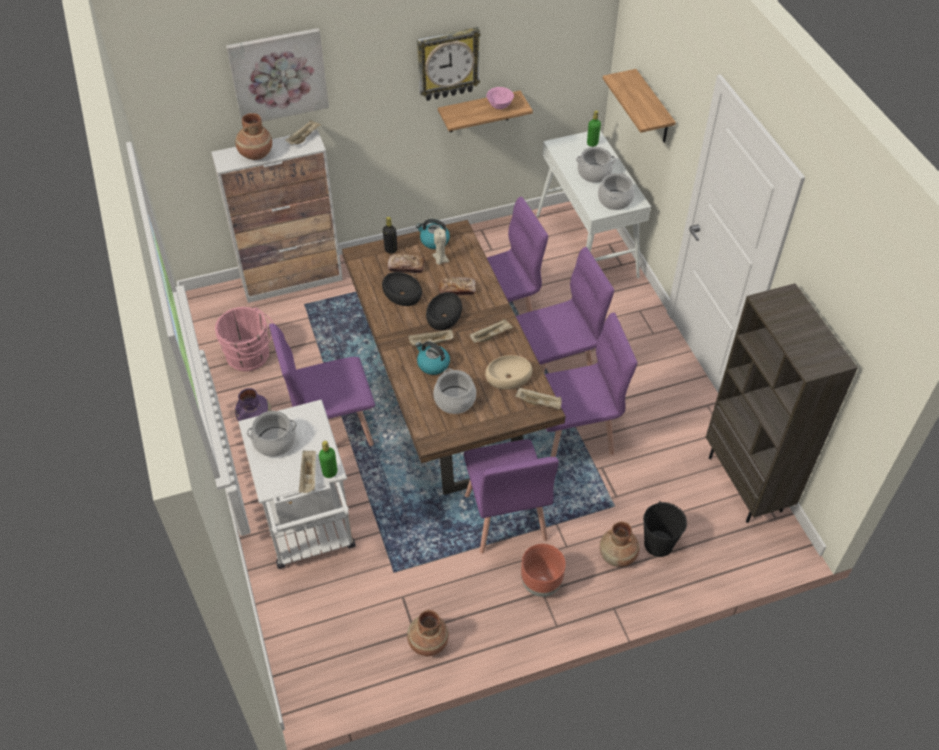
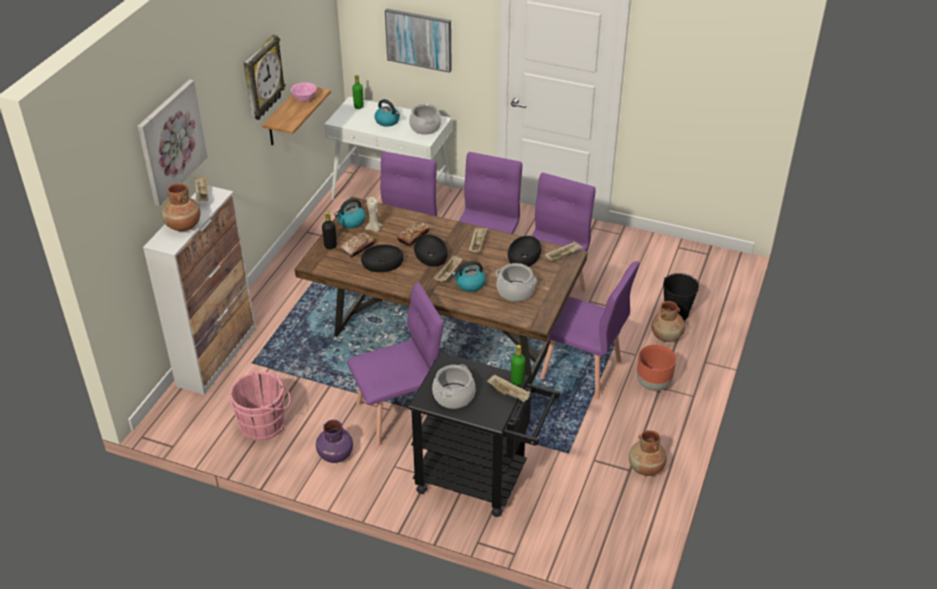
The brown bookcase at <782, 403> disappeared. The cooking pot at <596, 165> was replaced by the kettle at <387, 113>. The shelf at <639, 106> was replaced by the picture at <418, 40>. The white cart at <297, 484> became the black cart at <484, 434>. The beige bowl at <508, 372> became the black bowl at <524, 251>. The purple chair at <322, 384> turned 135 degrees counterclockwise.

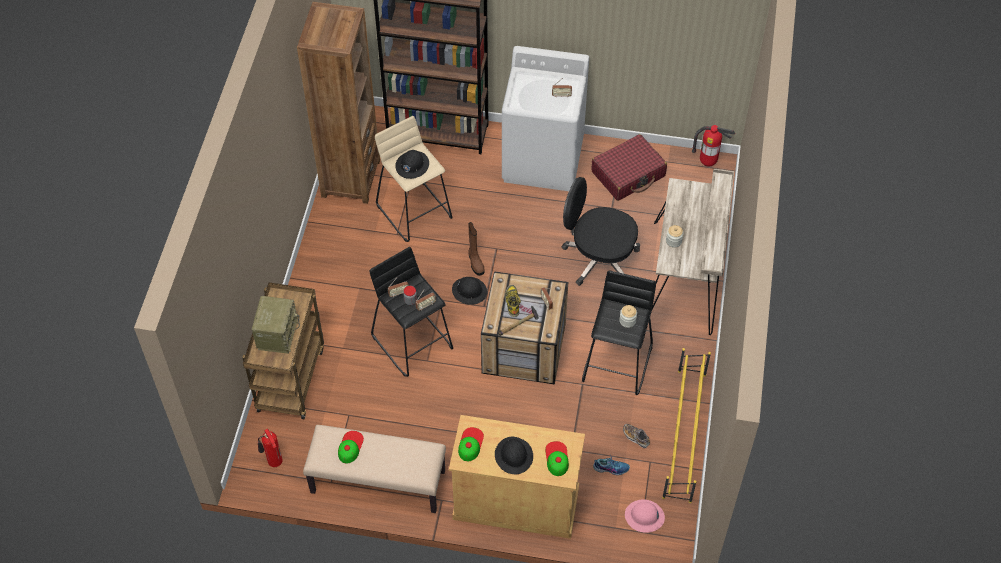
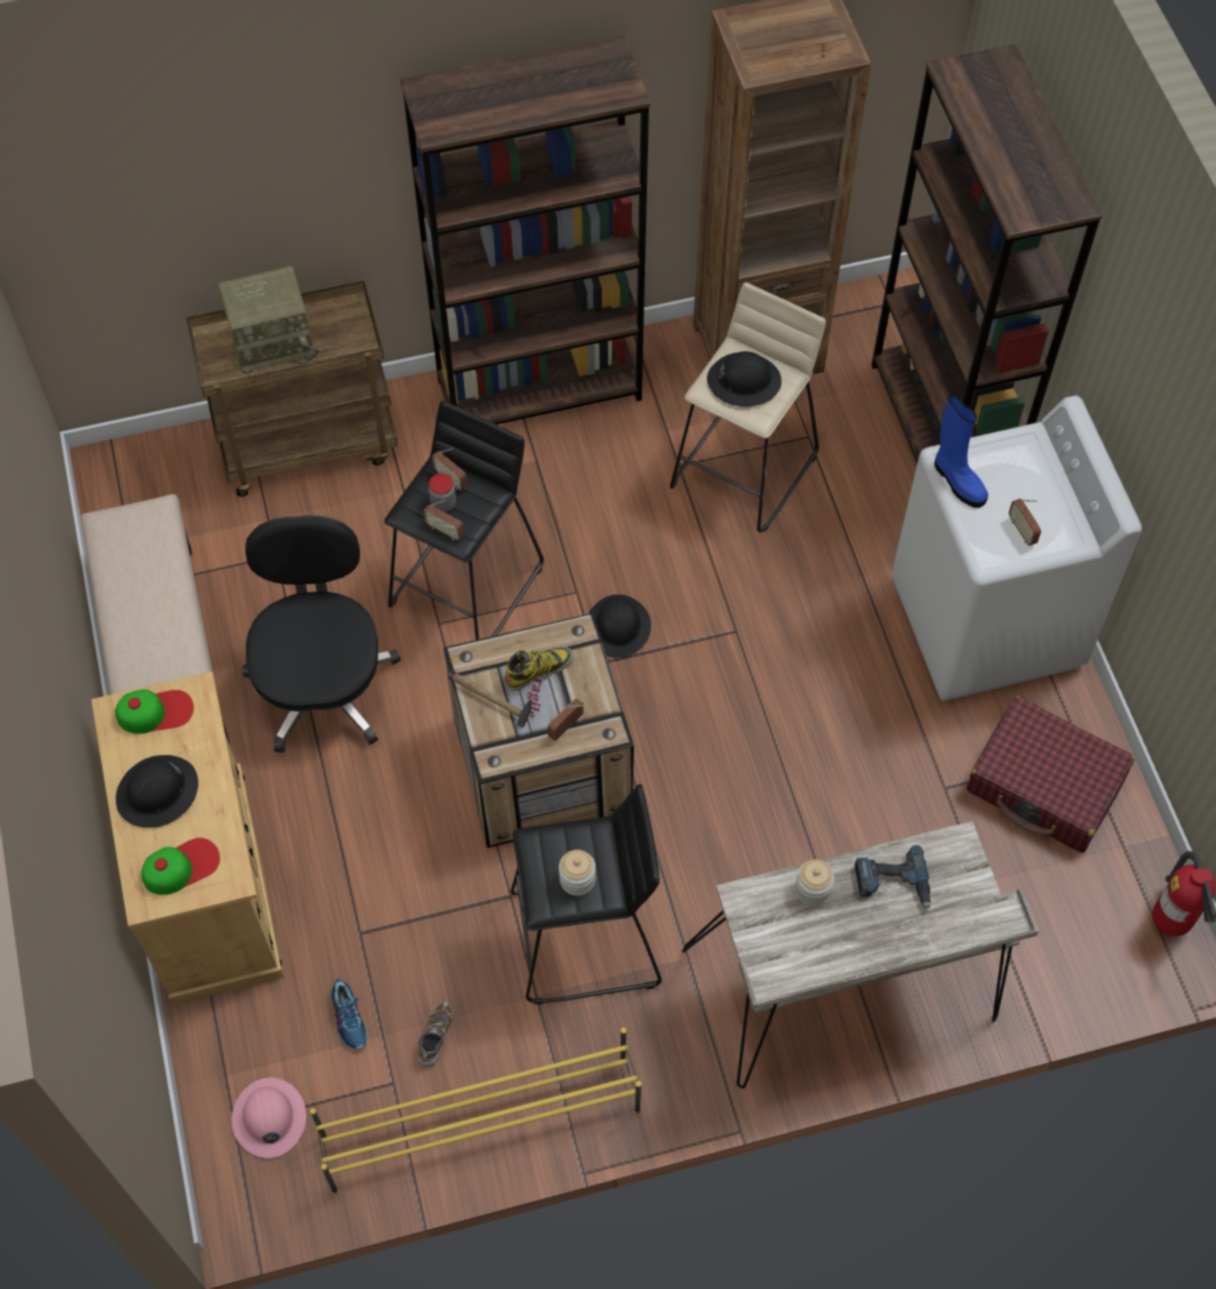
The fire extinguisher at <270, 448> disappeared. The cap at <351, 447> disappeared. The brown boot at <476, 249> disappeared. The brown bookcase at <525, 230> appeared. The power drill at <893, 877> appeared. The blue boot at <961, 451> appeared. The black office chair moved from <601, 231> to <322, 634>.

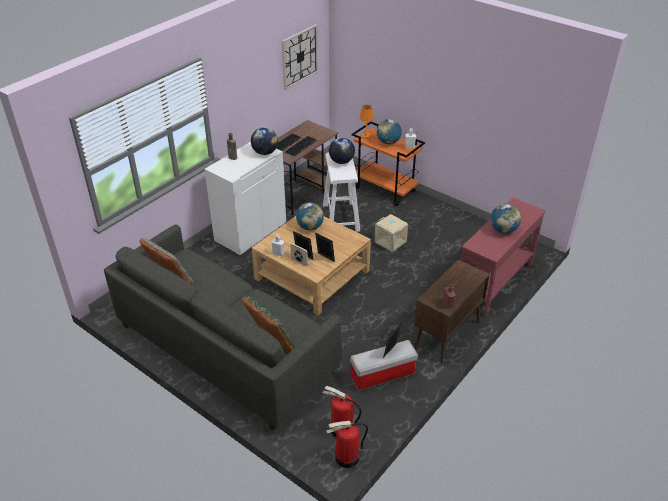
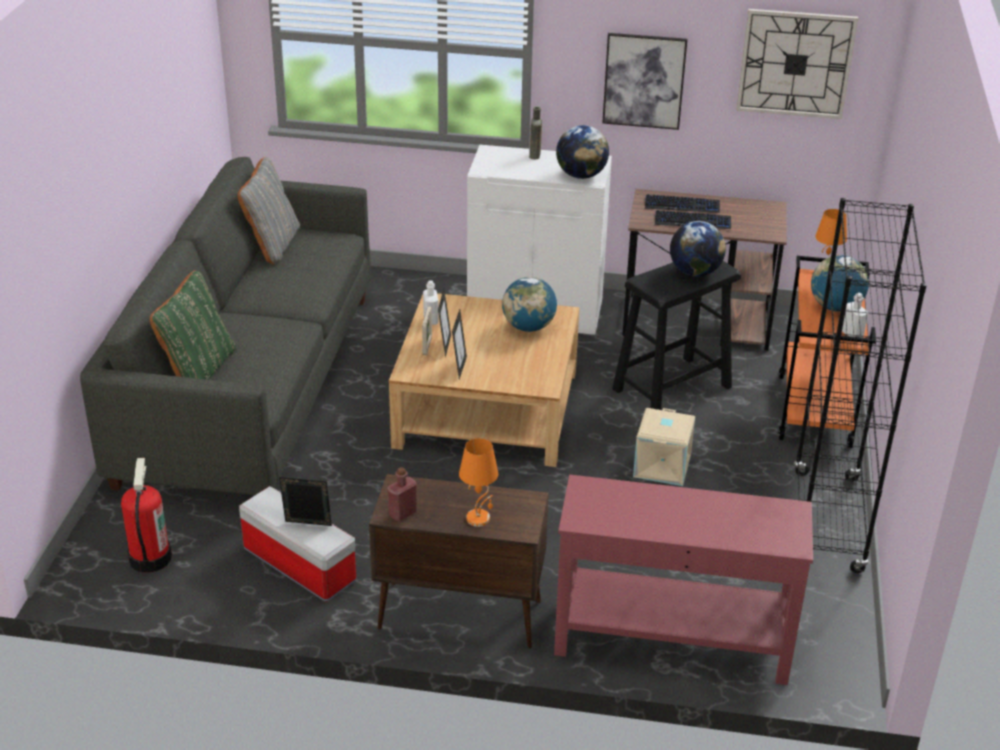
The fire extinguisher at <347, 444> disappeared. The globe at <506, 218> disappeared. The orange table lamp at <478, 482> appeared. The picture at <645, 81> appeared. The black bookcase at <860, 385> appeared. The white stool at <341, 192> became the black stool at <676, 335>.

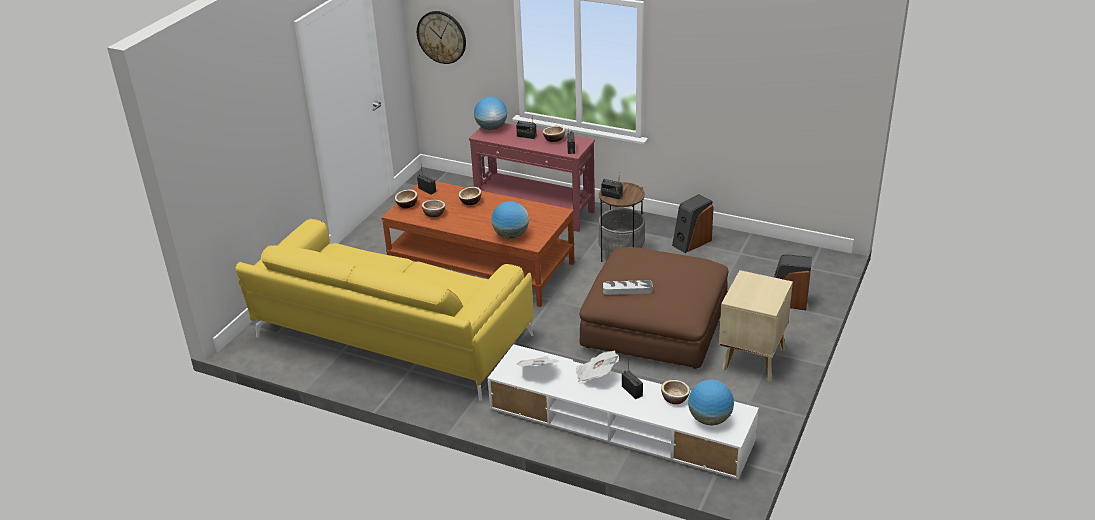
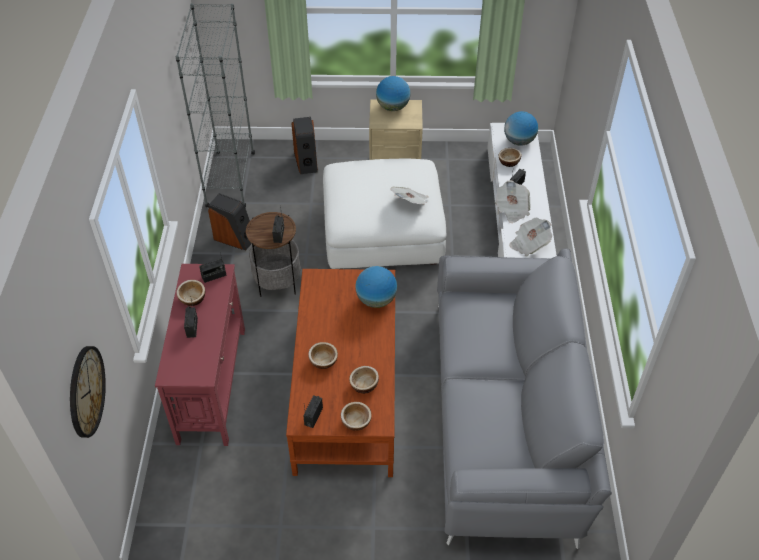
The grey bookcase at <215, 105> appeared. The globe moved from <490, 113> to <393, 93>. The grey tray at <628, 287> was replaced by the newspaper at <409, 195>. The yellow sofa at <384, 310> became the grey sofa at <524, 399>. The brown ottoman at <654, 308> became the white ottoman at <384, 214>.

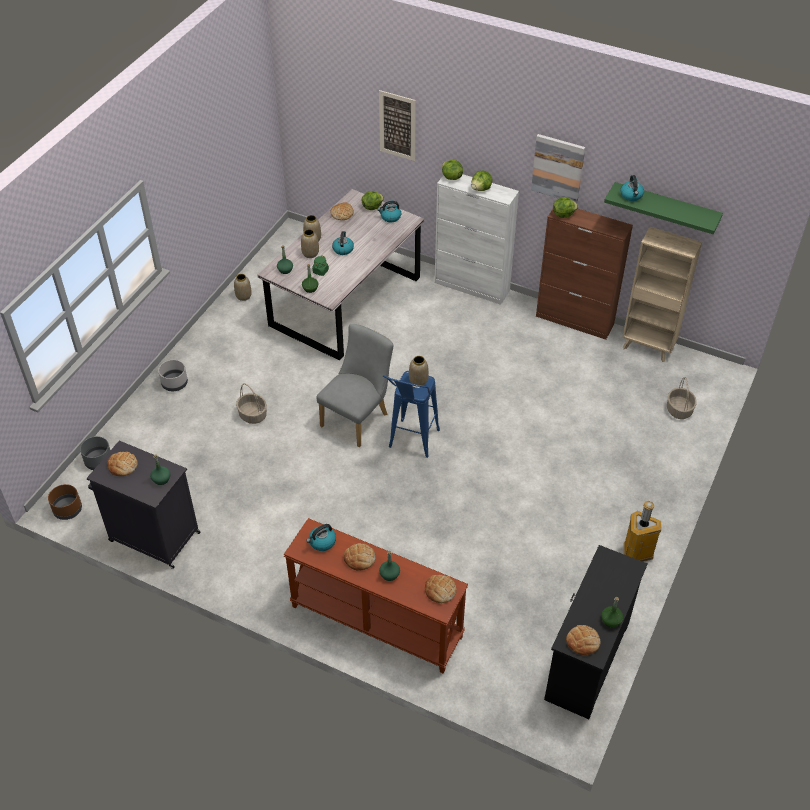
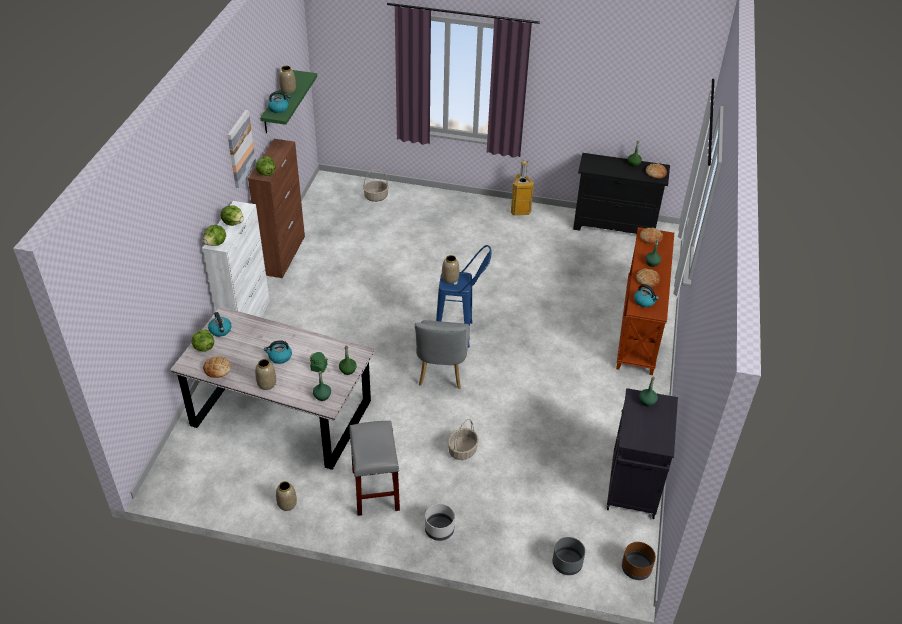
The bread at <122, 464> disappeared. The picture at <397, 125> disappeared. The beige bookcase at <662, 294> disappeared. The grey stool at <374, 468> appeared. The vase moved from <310, 243> to <287, 80>. The grey chair at <354, 385> turned 105 degrees counterclockwise.

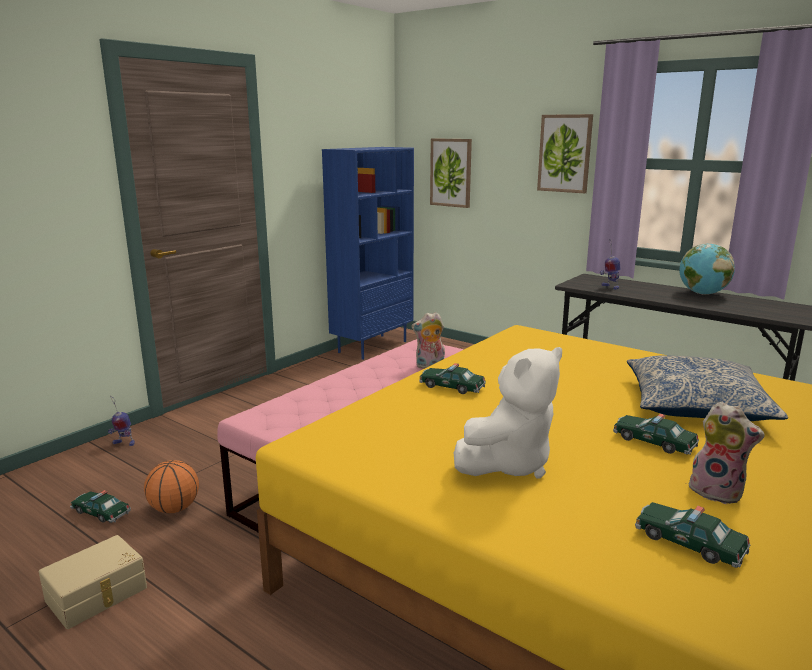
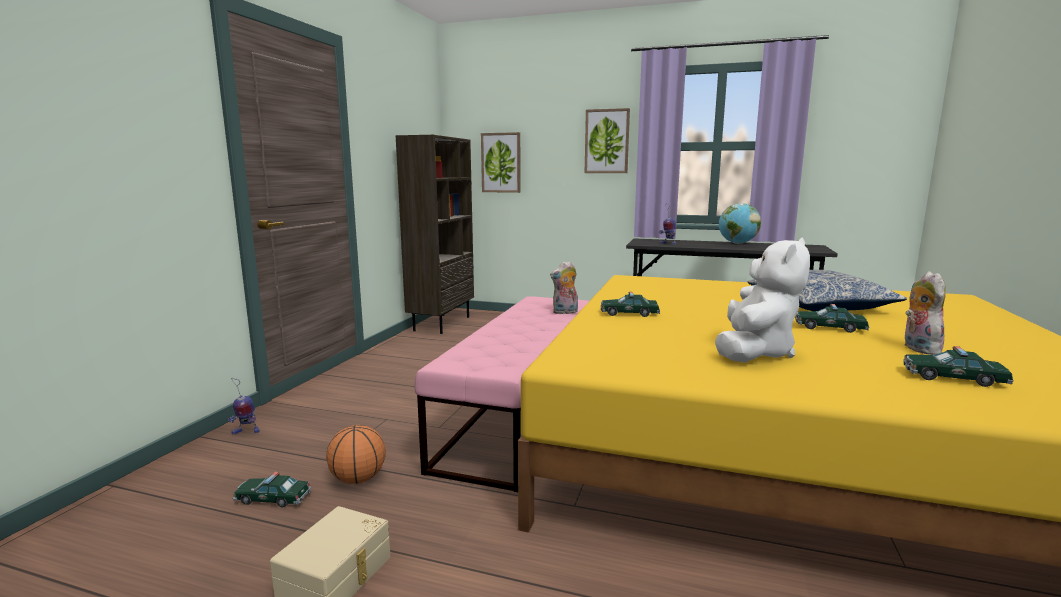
The blue bookcase at <368, 253> became the brown bookcase at <435, 234>. The plush toy at <727, 453> turned 105 degrees counterclockwise.

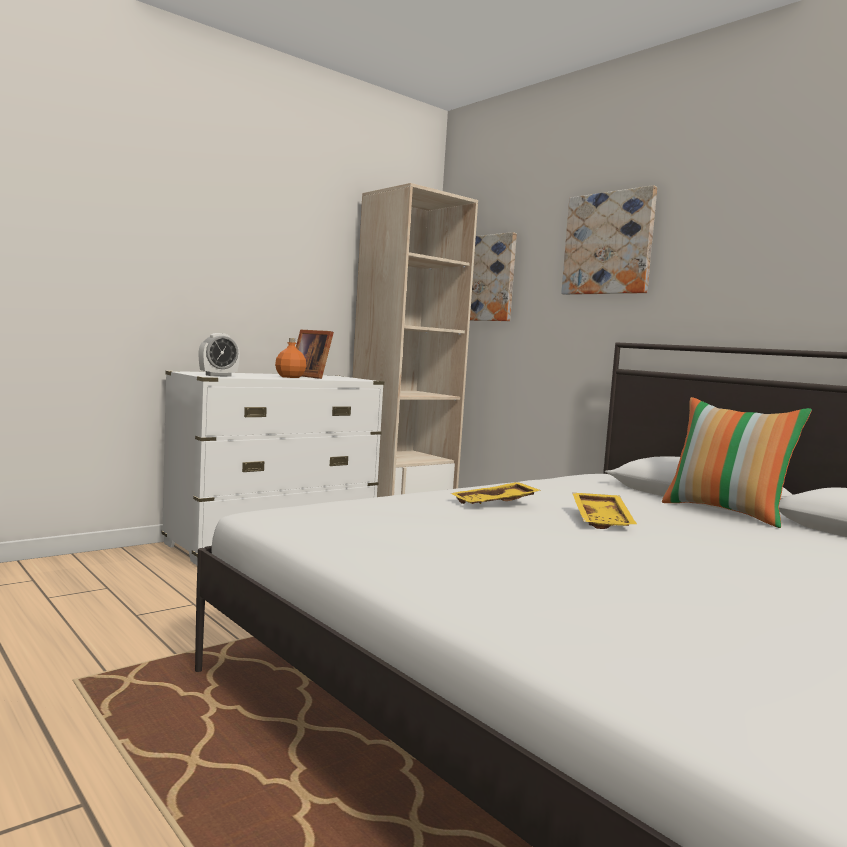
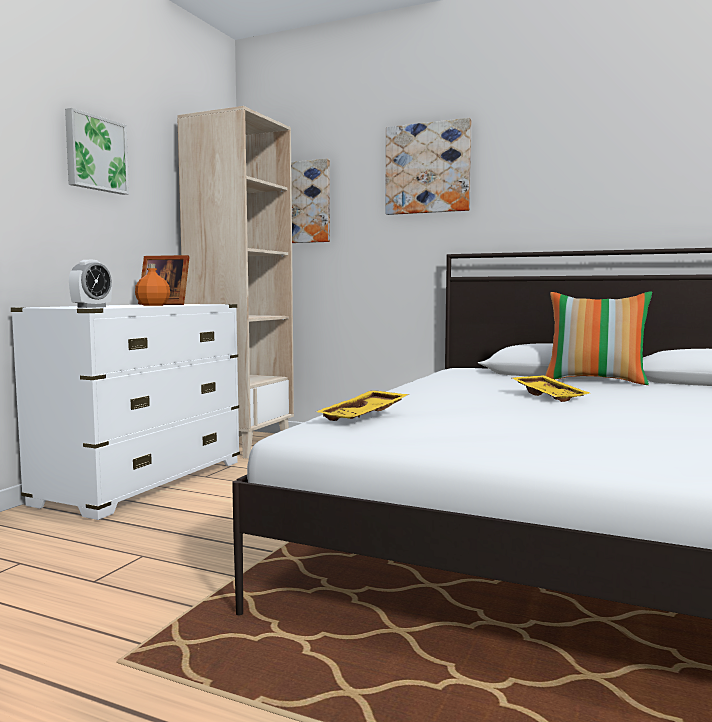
The picture at <97, 151> appeared. The yellow tray moved from <495, 493> to <362, 405>.

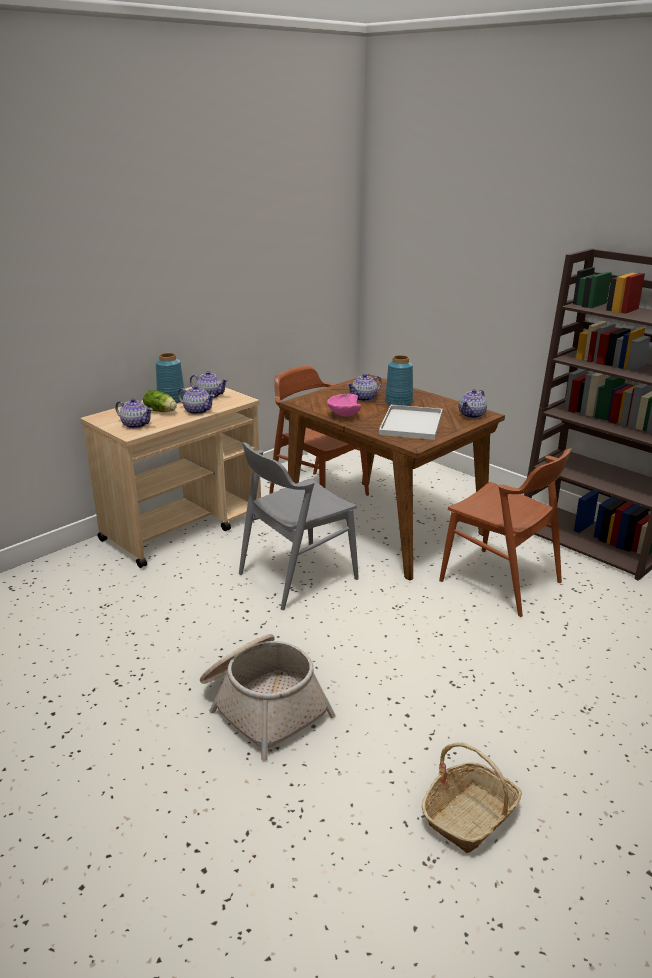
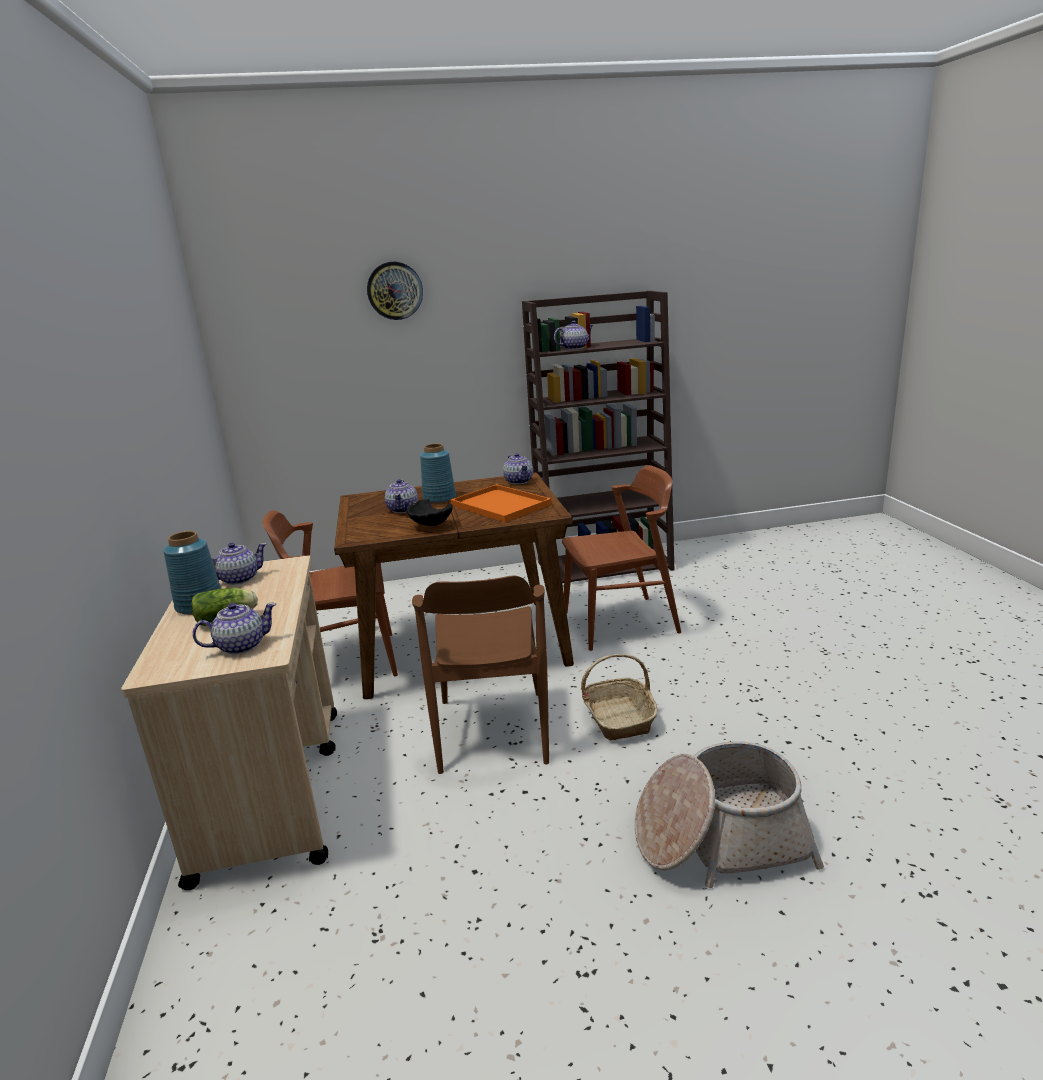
The wall clock at <395, 291> appeared. The teapot moved from <196, 400> to <574, 335>. The basket moved from <471, 797> to <619, 697>. The grey chair at <299, 526> became the brown chair at <480, 674>. The pink bowl at <344, 405> became the black bowl at <430, 512>. The white tray at <411, 422> became the orange tray at <501, 503>.

